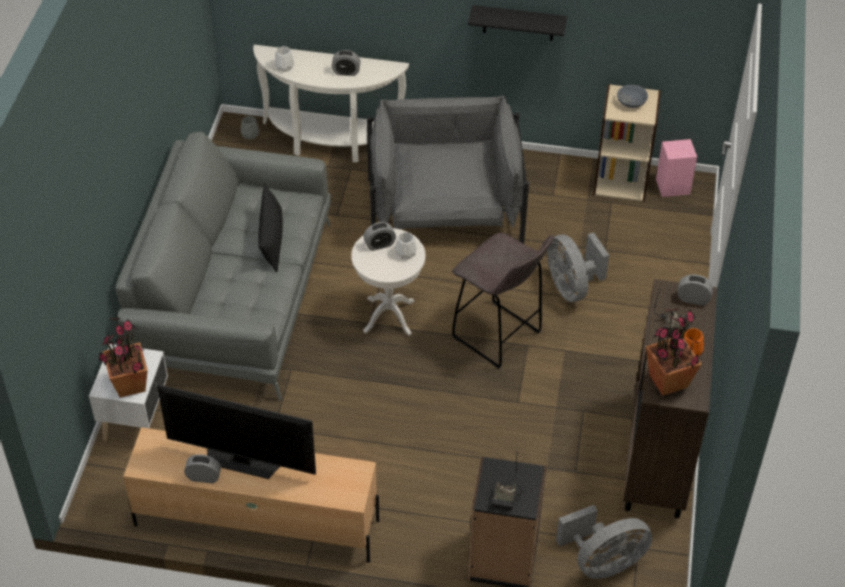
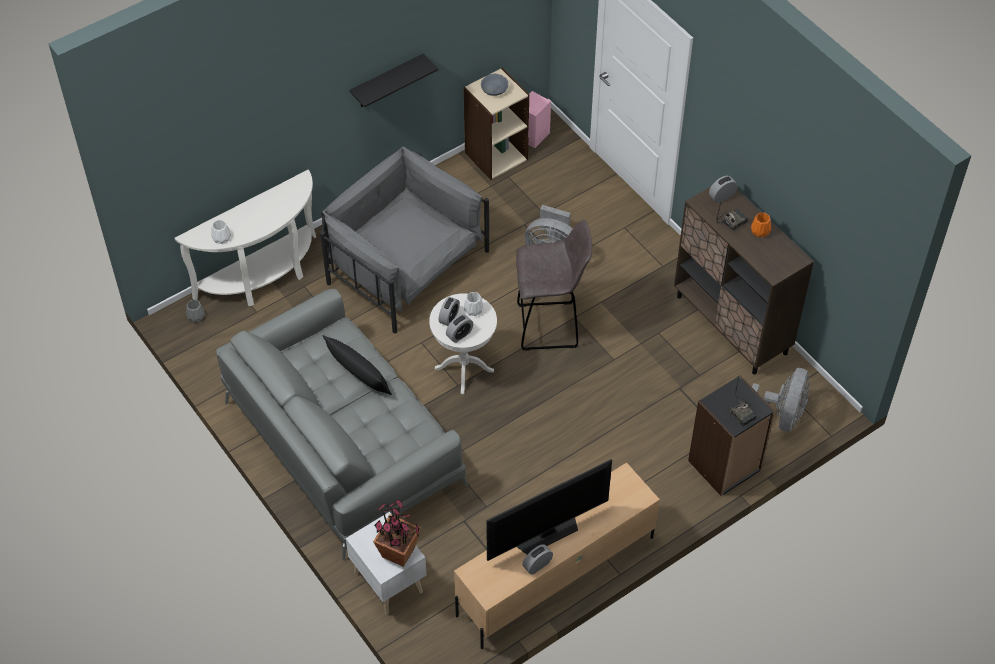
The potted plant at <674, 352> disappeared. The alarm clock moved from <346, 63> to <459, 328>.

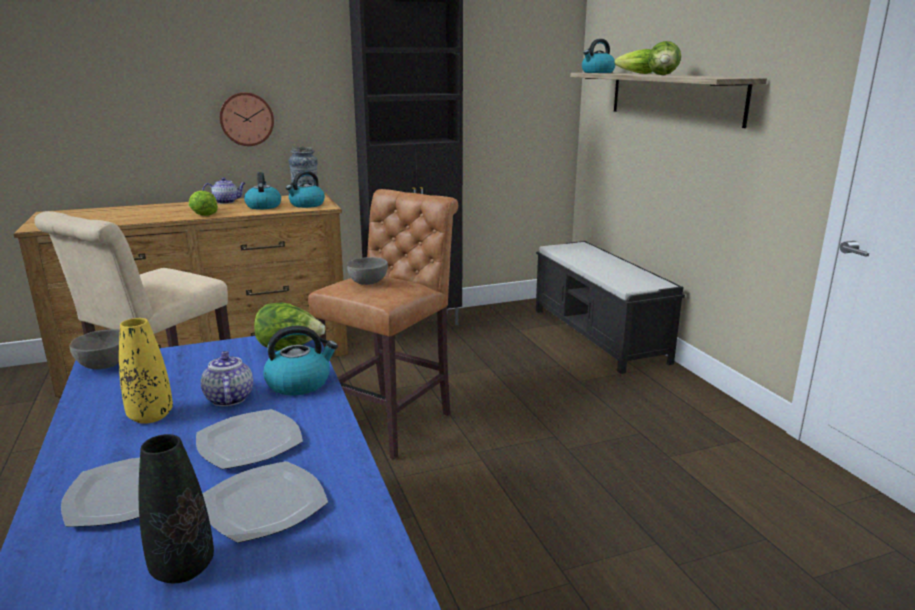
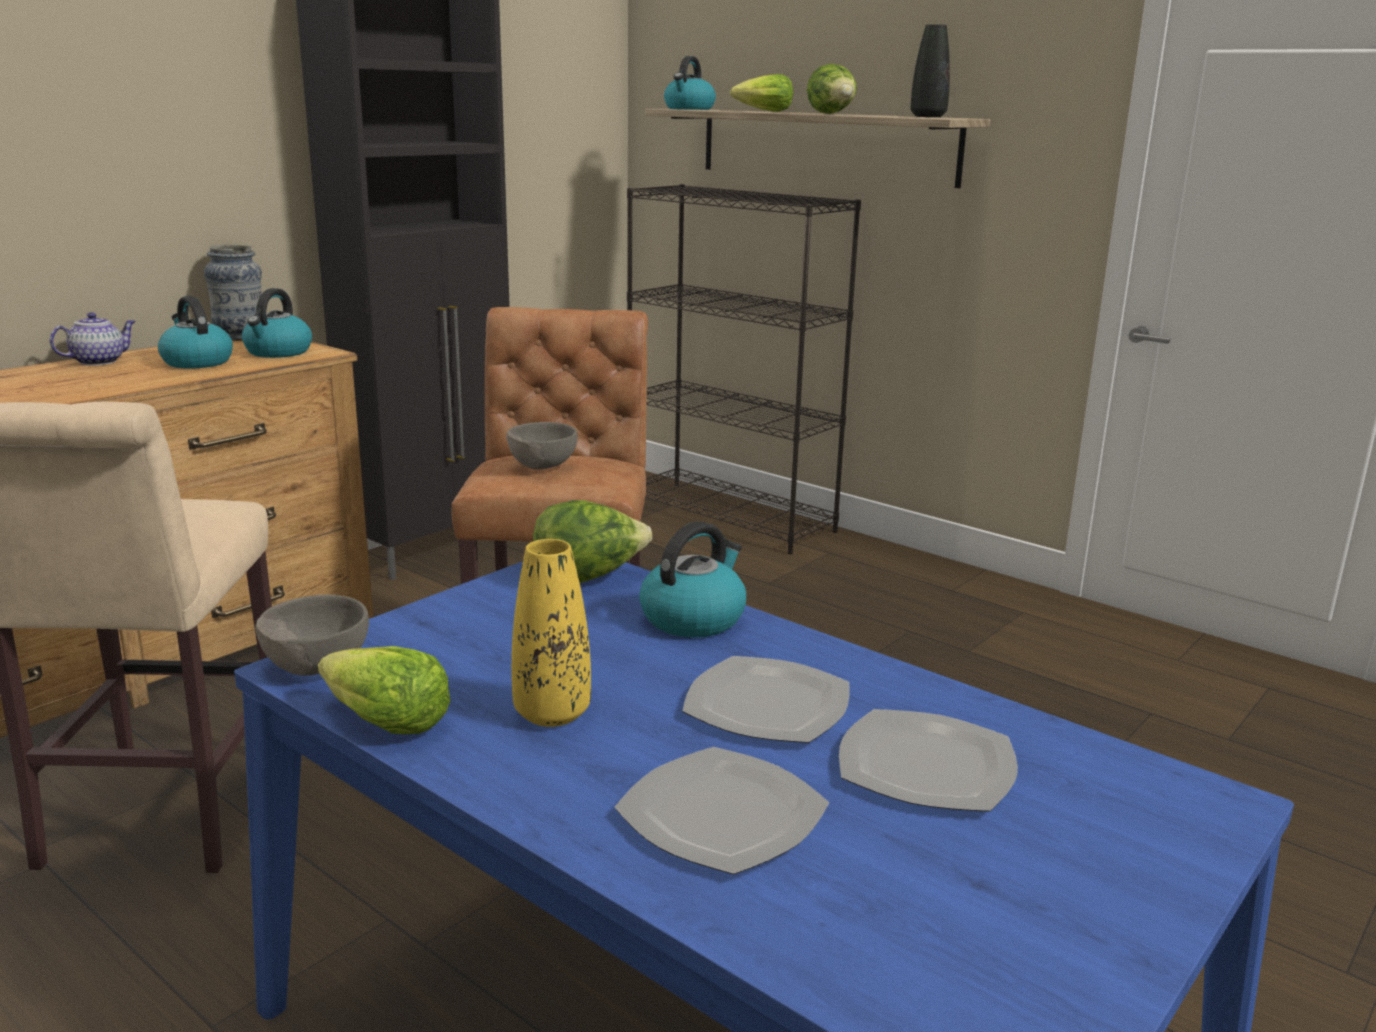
The teapot at <227, 378> disappeared. The wall clock at <246, 119> disappeared. The black vase moved from <176, 508> to <930, 70>. The lettuce moved from <203, 203> to <384, 690>. The black bench at <610, 307> was replaced by the black bookcase at <744, 369>.

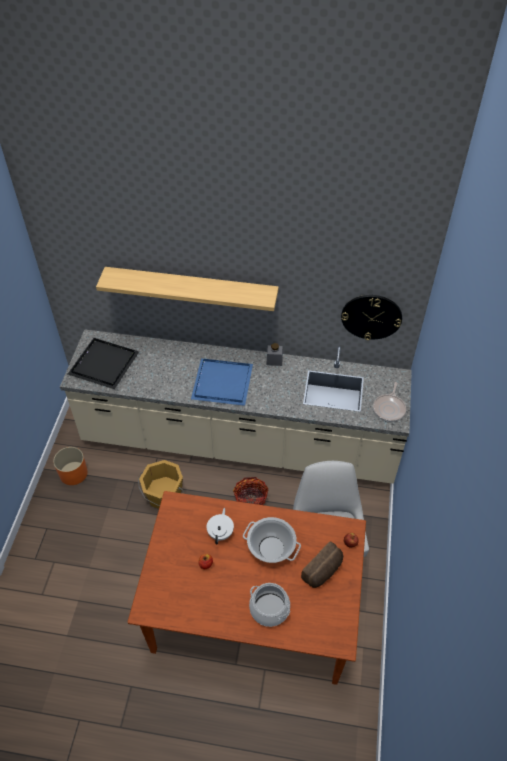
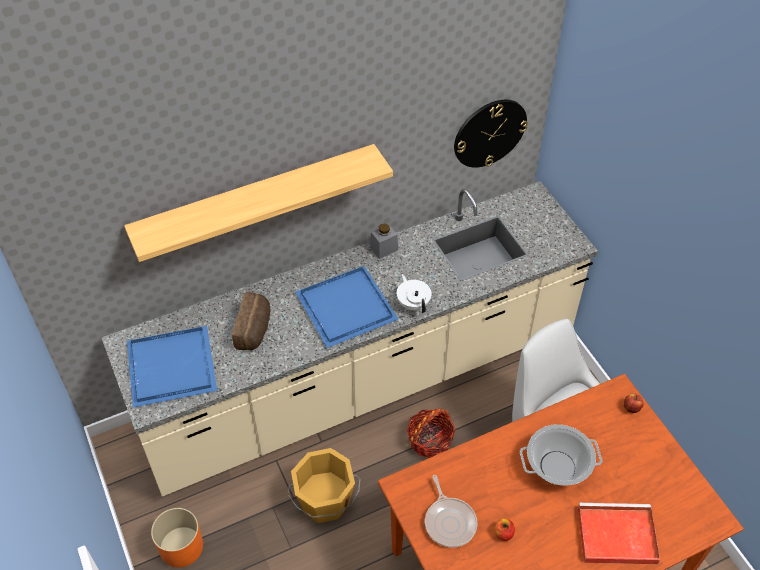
The white teapot moved from <220, 526> to <414, 293>. The bread moved from <322, 565> to <251, 321>. The frying pan moved from <389, 402> to <451, 511>. The cooking pot at <269, 605> was replaced by the red tray at <619, 533>. The black tray at <103, 363> became the blue tray at <172, 367>.

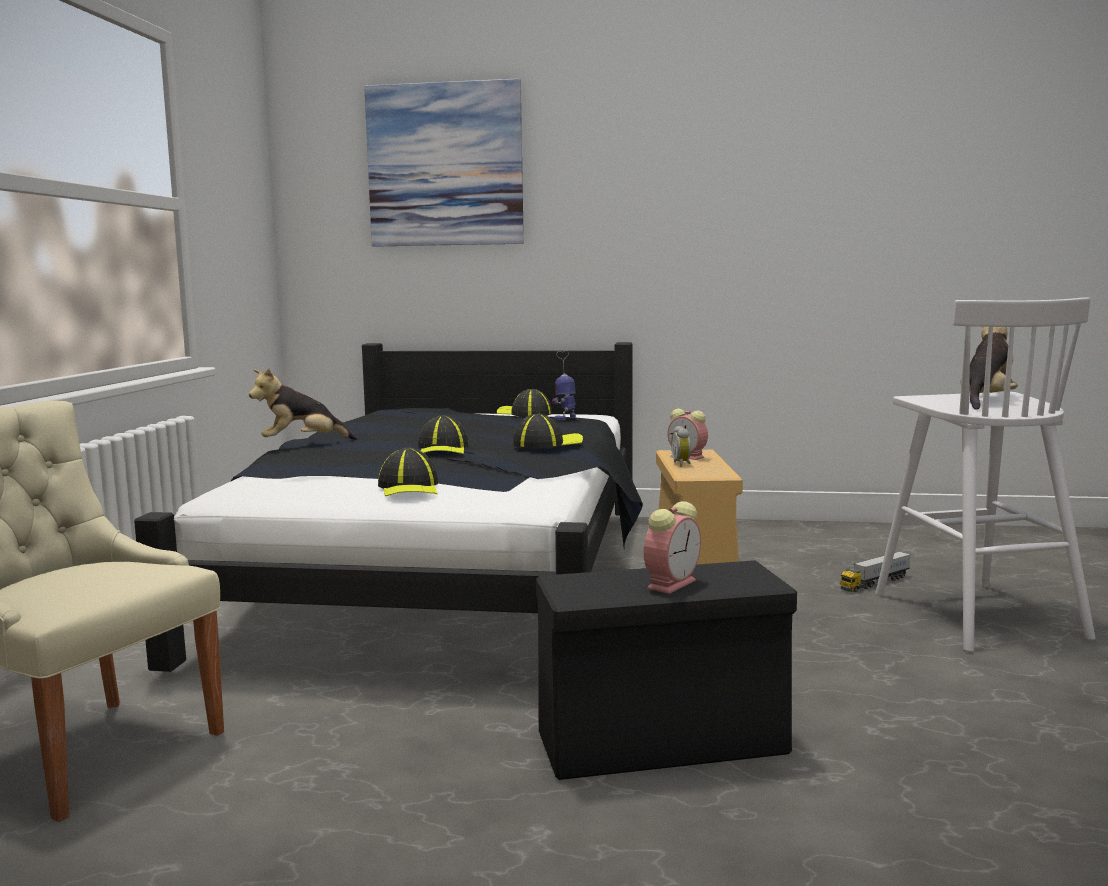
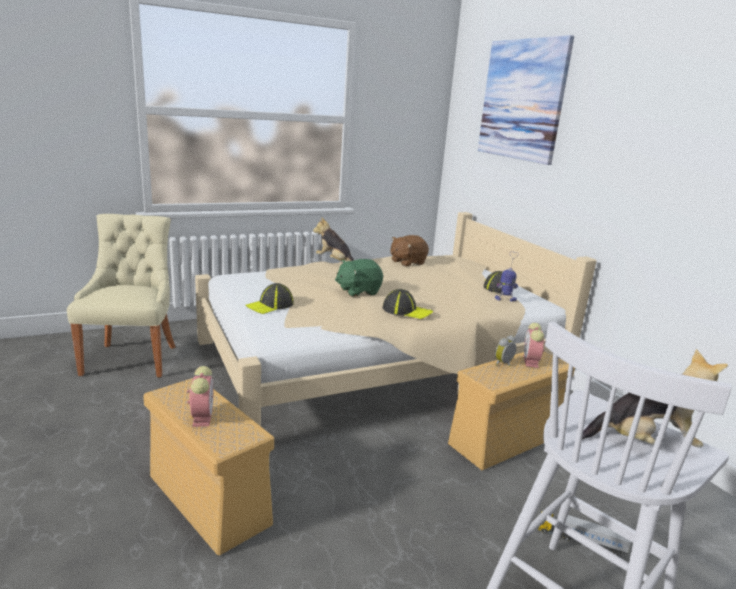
The brown plush toy at <409, 251> appeared. The cap at <443, 434> was replaced by the green plush toy at <359, 278>. The black bed at <388, 507> became the beige bed at <396, 319>. The black storage box at <666, 670> became the beige storage box at <208, 466>. The alarm clock at <672, 547> turned 105 degrees counterclockwise.

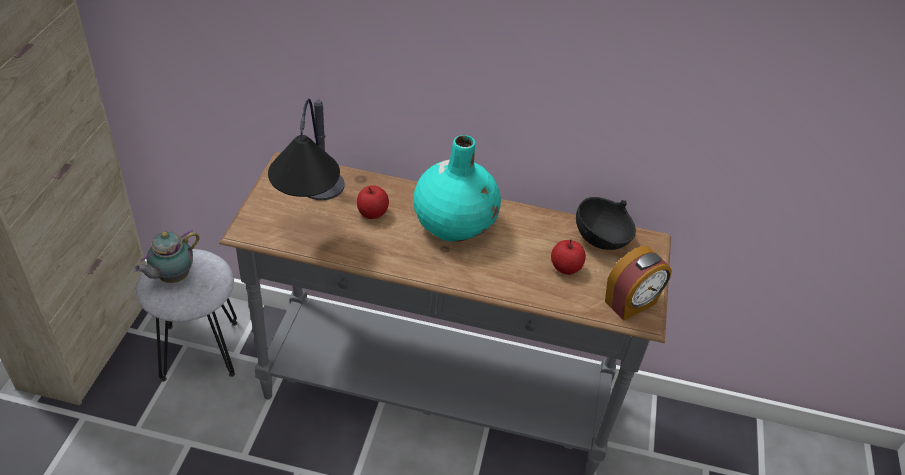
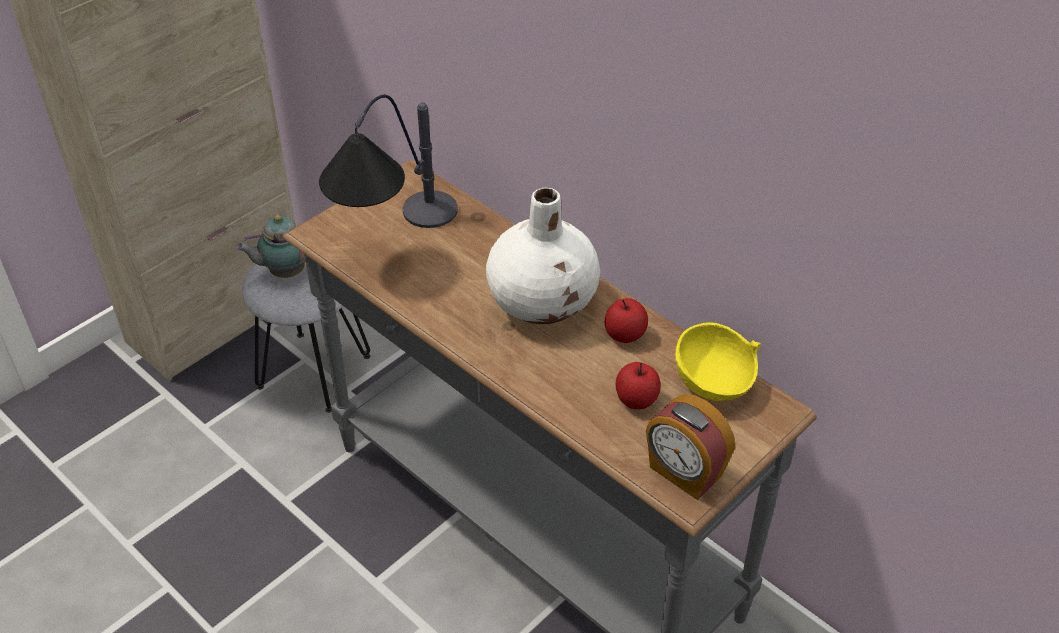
The apple moved from <373, 202> to <626, 320>. The turquoise vase at <457, 188> became the white vase at <543, 256>. The black bowl at <606, 223> became the yellow bowl at <718, 361>. The alarm clock at <638, 283> turned 45 degrees clockwise.

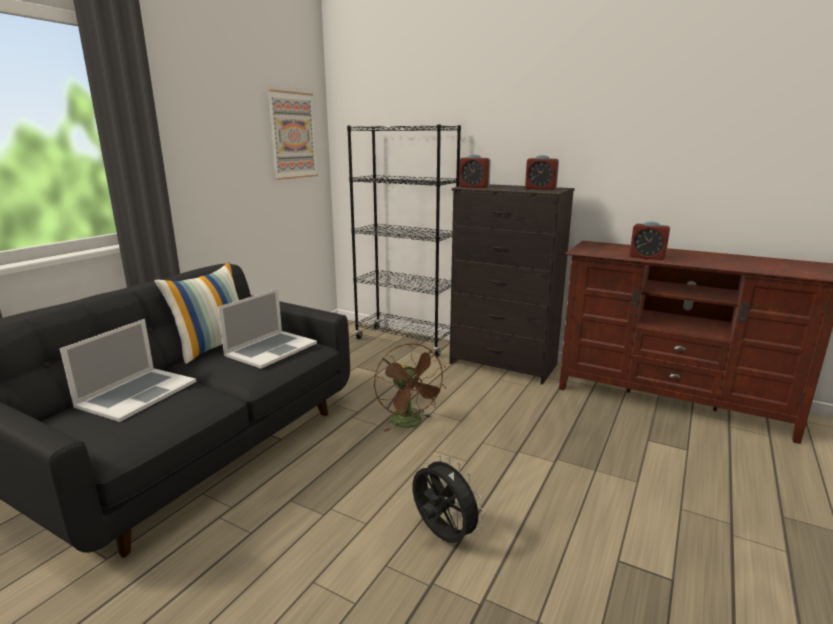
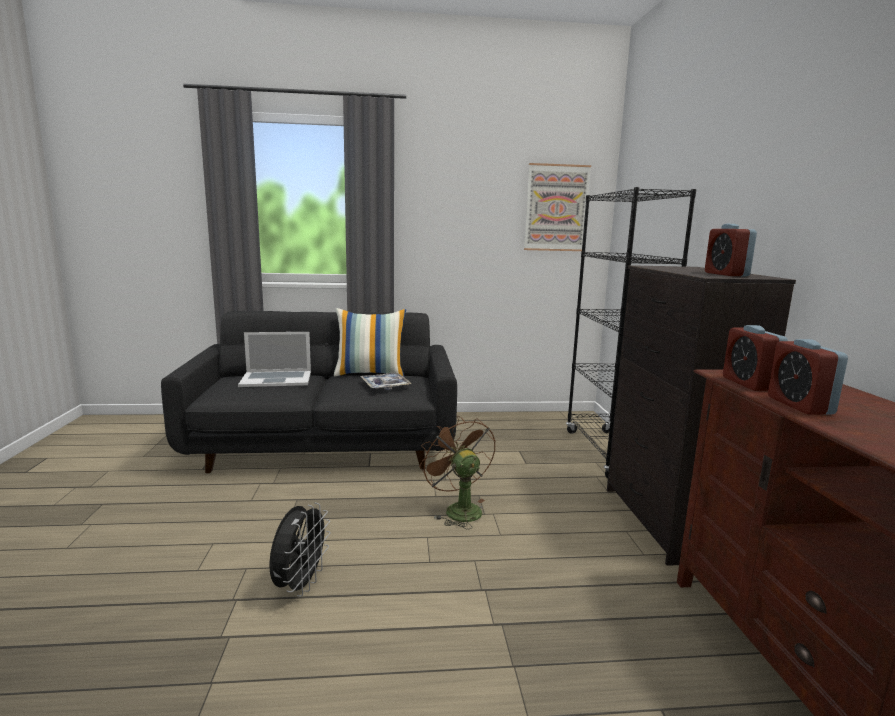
The alarm clock moved from <475, 171> to <755, 358>. The laptop at <267, 329> was replaced by the tray at <386, 381>. The brown fan at <410, 387> turned 120 degrees clockwise.

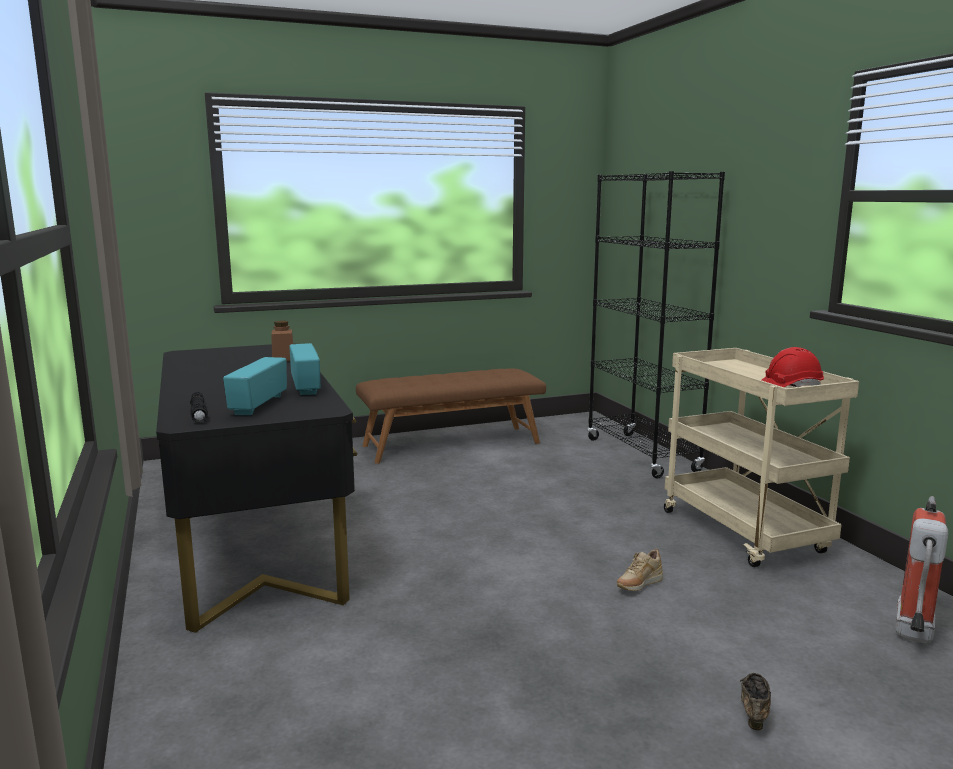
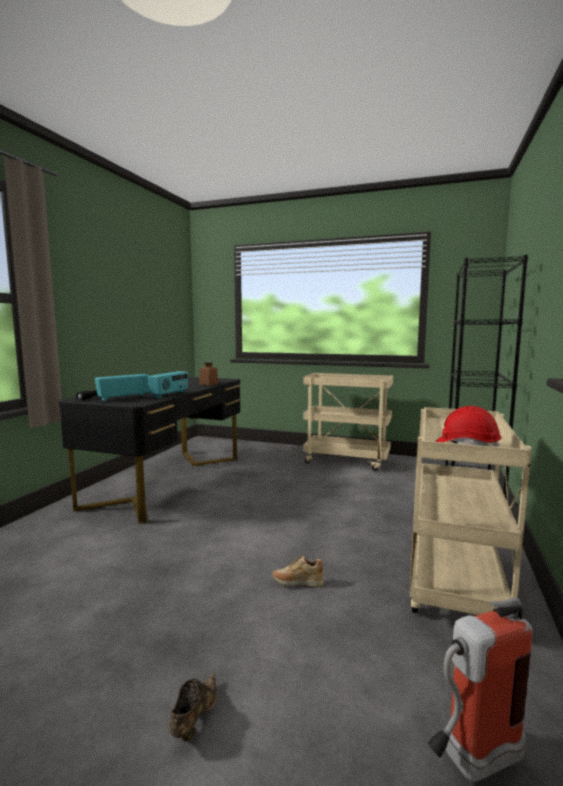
The brown bench at <451, 416> was replaced by the beige cart at <348, 422>. The brown shoe at <755, 701> turned 45 degrees counterclockwise.

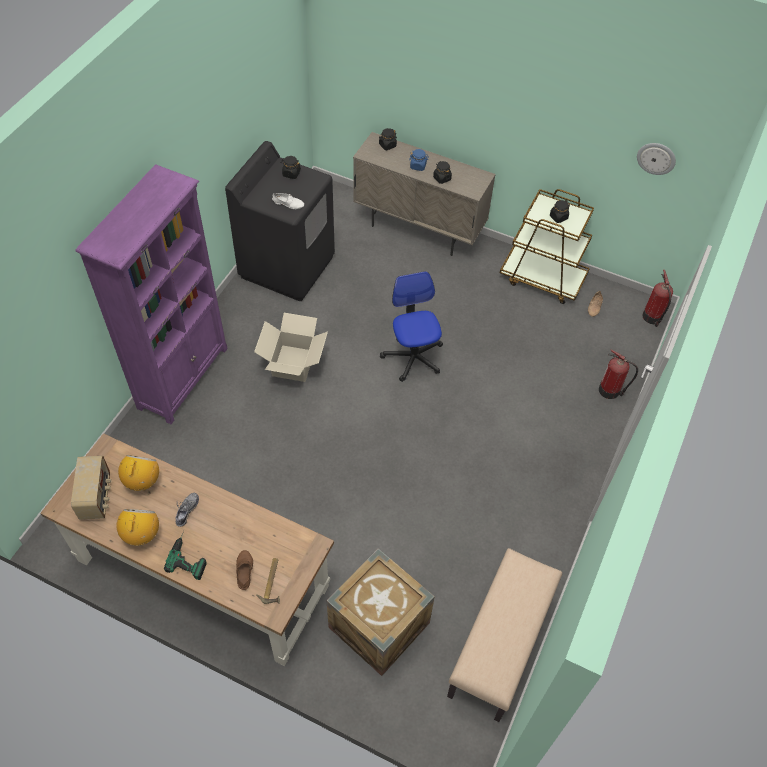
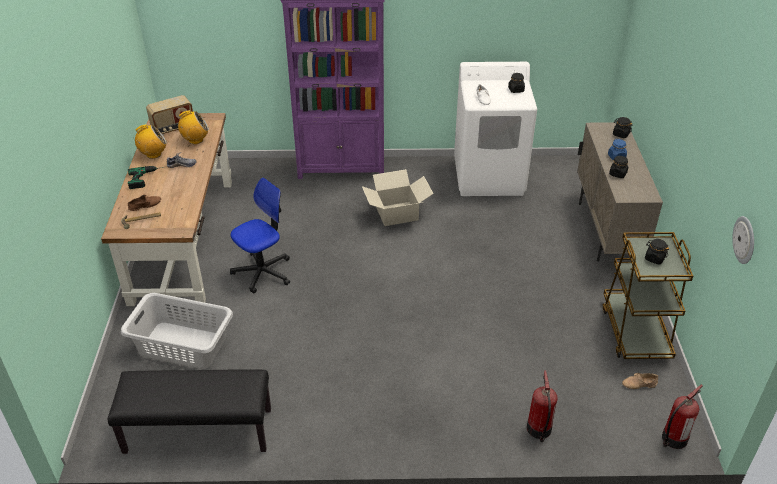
The office chair moved from <411, 326> to <260, 235>. The crate at <381, 612> was replaced by the grey laundry basket at <177, 331>. The black washing machine at <280, 221> became the white washing machine at <495, 129>. The beige bench at <504, 635> became the black bench at <189, 412>.

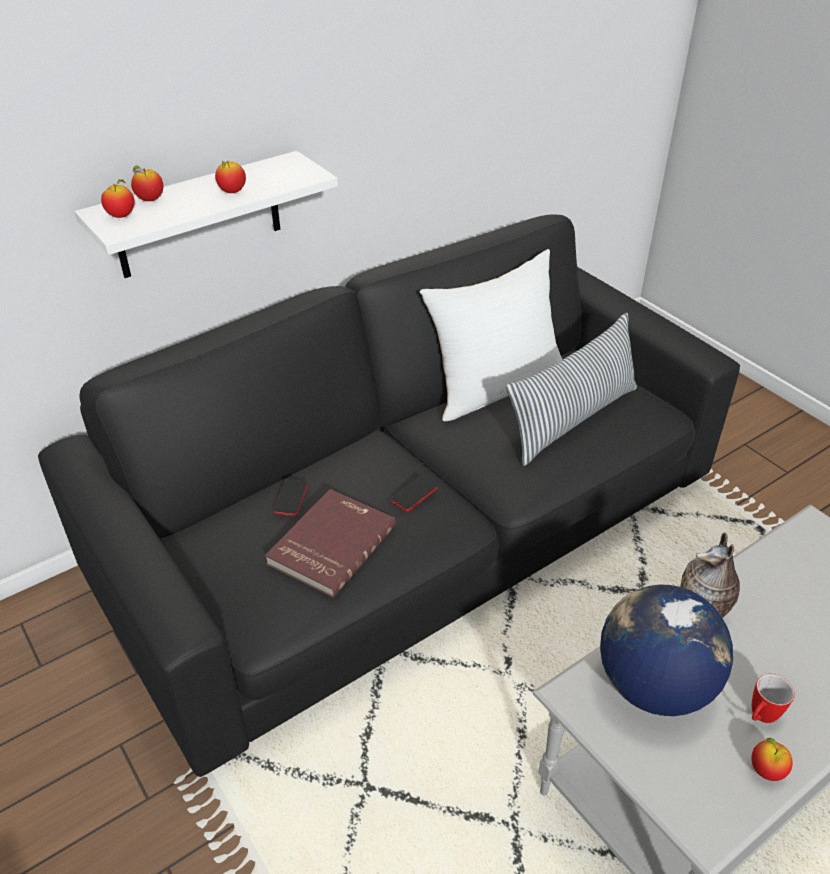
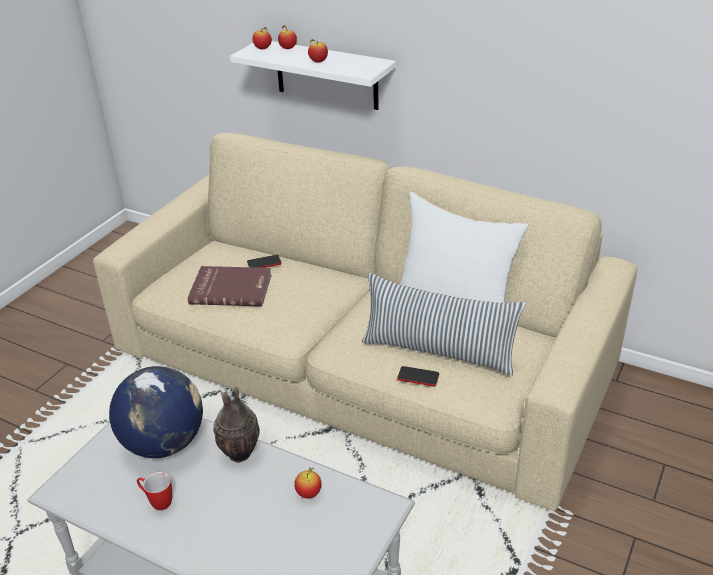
The phone moved from <414, 494> to <418, 376>. The apple moved from <772, 759> to <308, 482>. The black sofa at <389, 495> became the beige sofa at <365, 322>.

